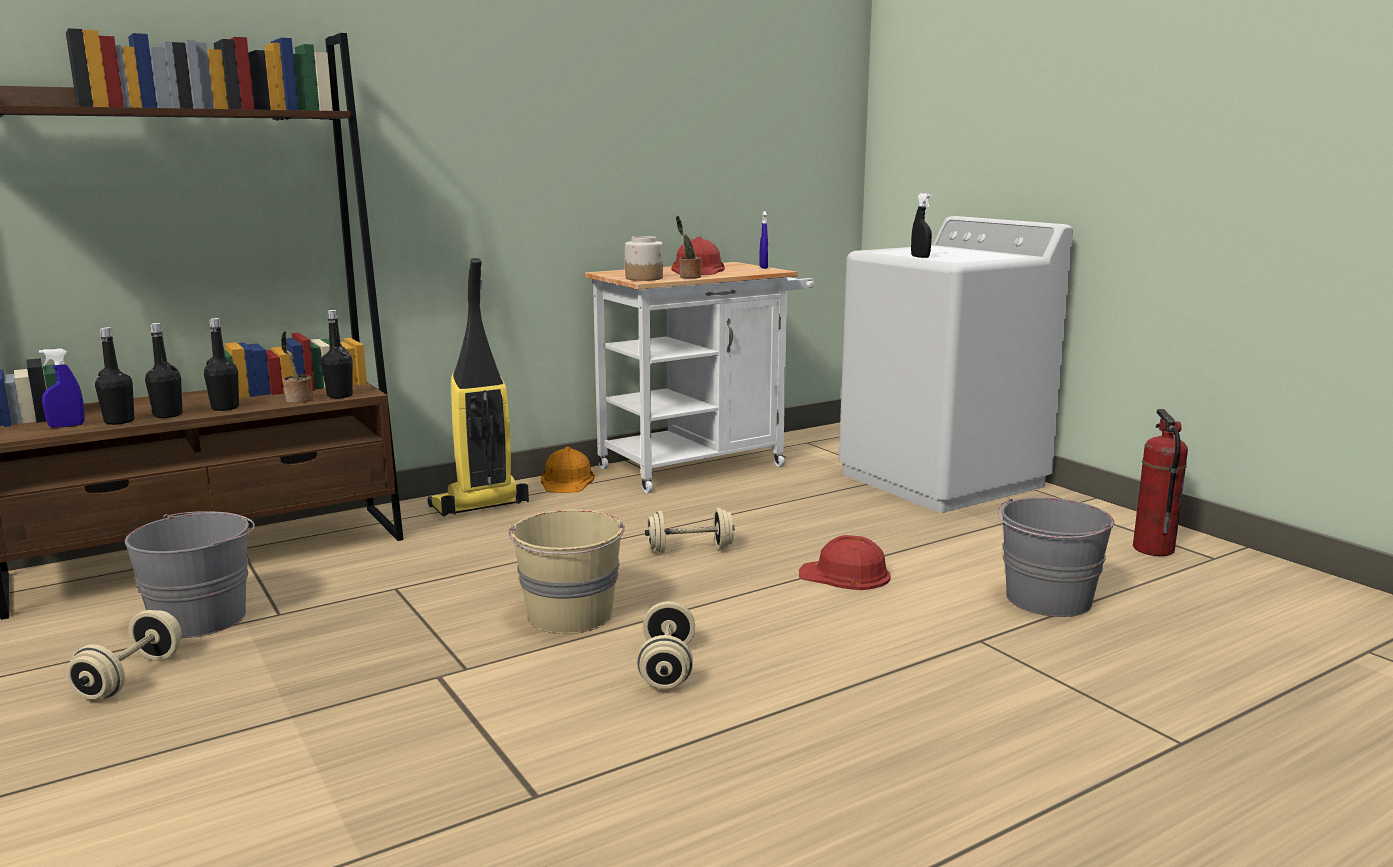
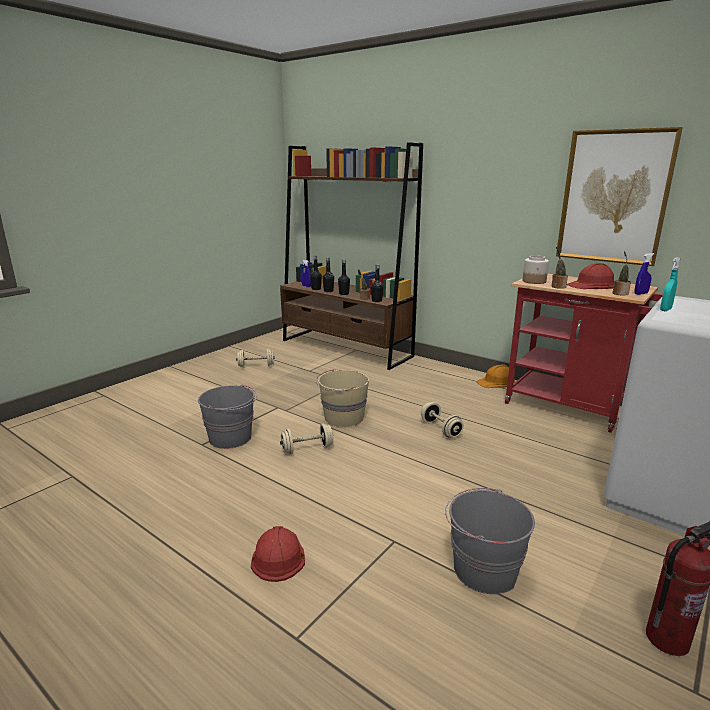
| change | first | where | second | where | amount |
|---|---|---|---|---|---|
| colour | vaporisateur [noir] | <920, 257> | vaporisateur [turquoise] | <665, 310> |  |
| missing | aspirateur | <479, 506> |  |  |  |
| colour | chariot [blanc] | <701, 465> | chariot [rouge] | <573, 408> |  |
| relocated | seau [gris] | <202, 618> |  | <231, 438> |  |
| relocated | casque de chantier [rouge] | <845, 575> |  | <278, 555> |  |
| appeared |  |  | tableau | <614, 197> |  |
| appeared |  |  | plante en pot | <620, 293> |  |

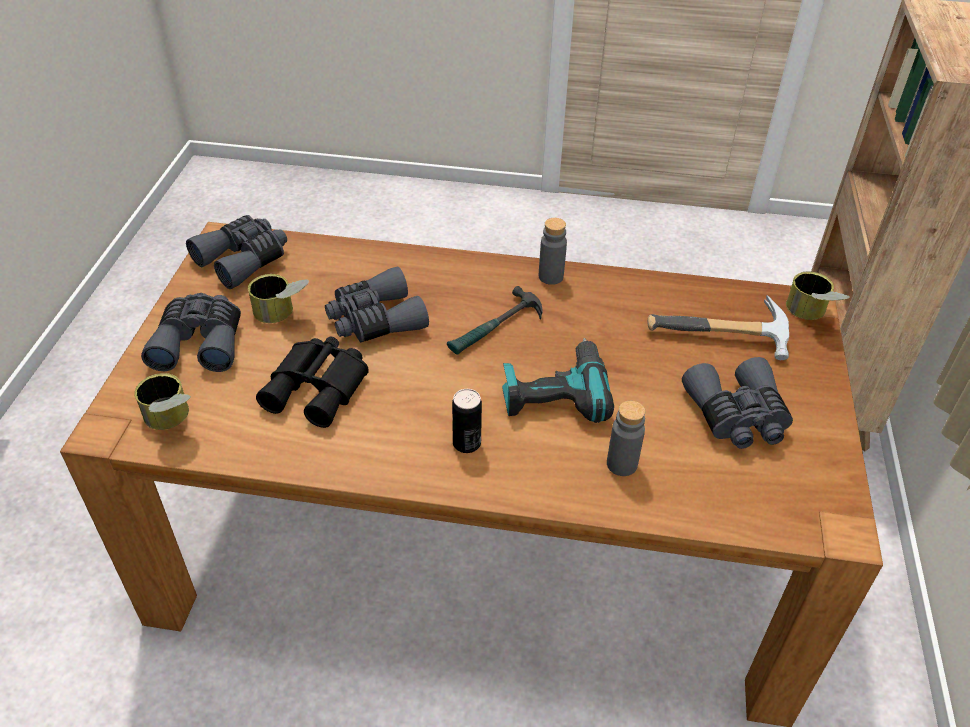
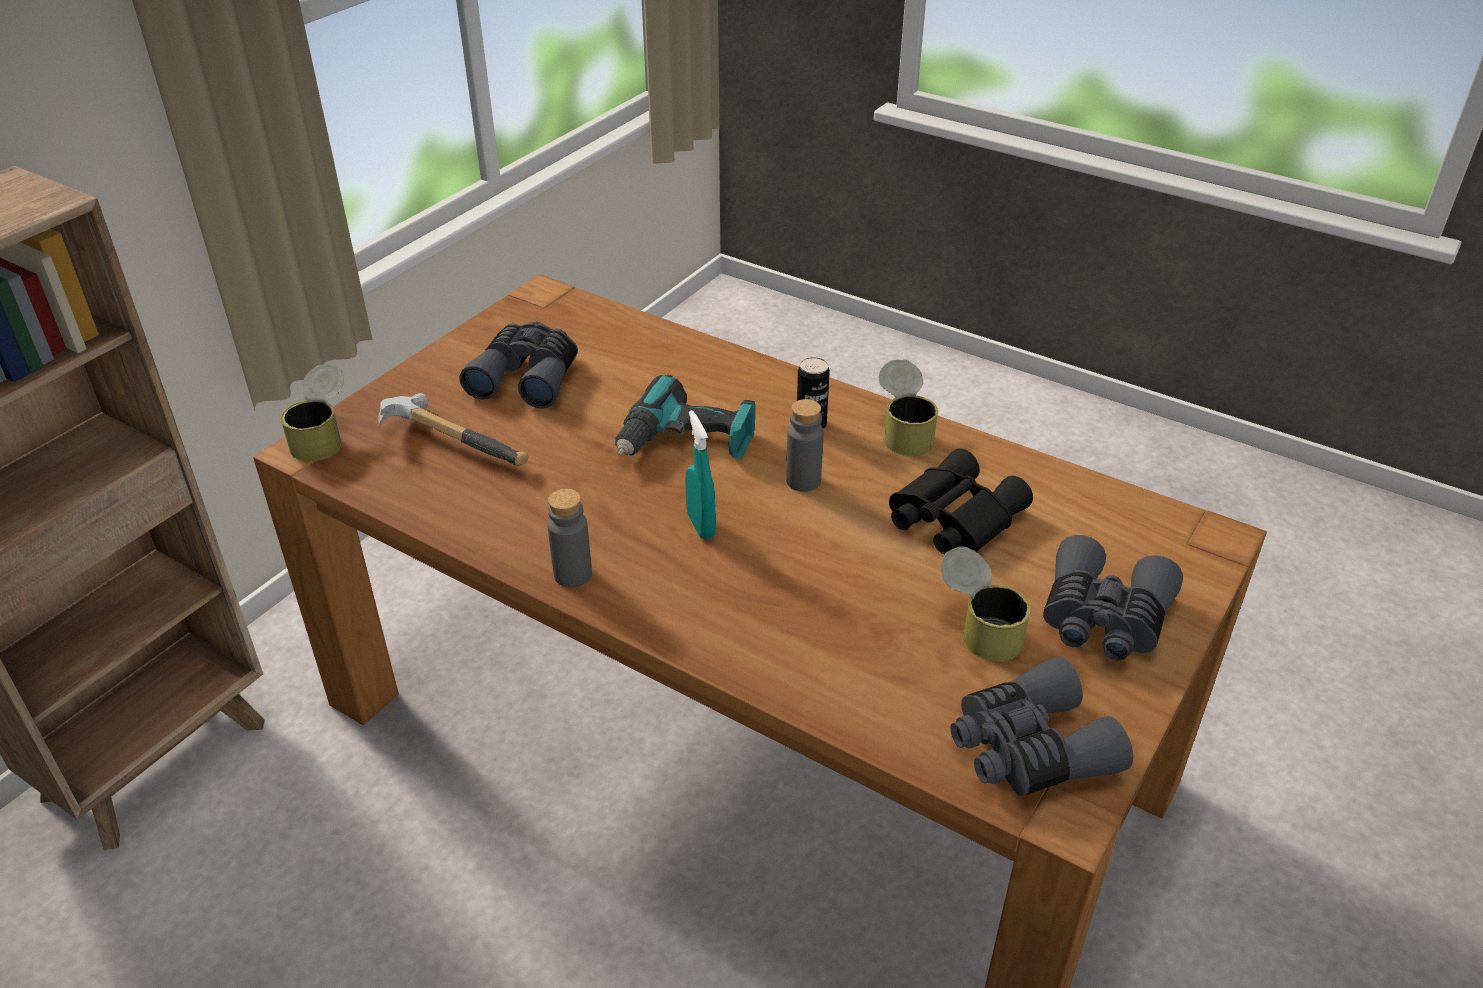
| change | first | where | second | where | amount |
|---|---|---|---|---|---|
| missing | jumelles [gris] | <375, 320> |  |  |  |
| exchanged | marteau | <495, 329> | vaporisateur [turquoise] | <701, 526> |  |
| relocated | boîte métallique | <171, 422> |  | <904, 431> |  |
| relocated | bouteille [gris] | <621, 464> |  | <803, 481> |  |

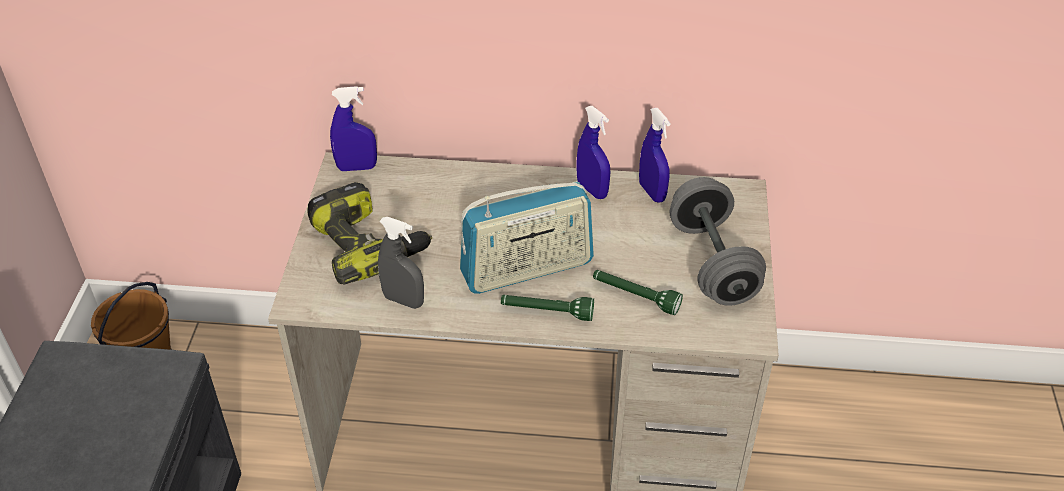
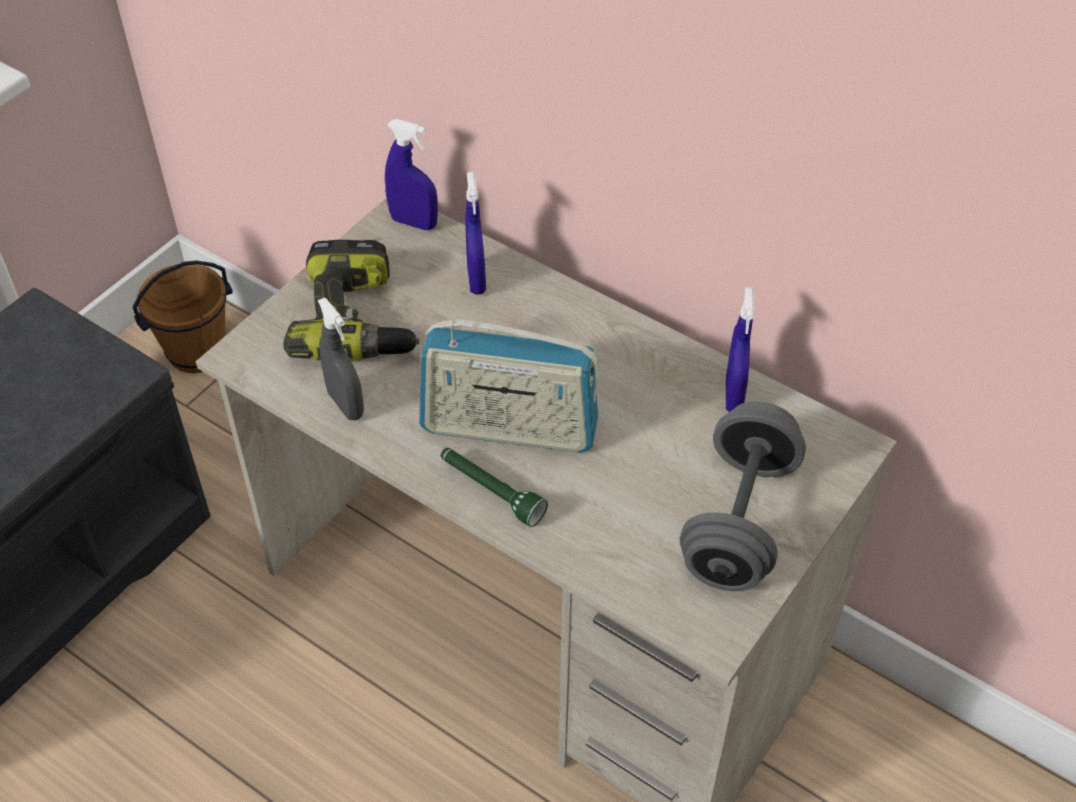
| change | first | where | second | where | amount |
|---|---|---|---|---|---|
| relocated | vaporisateur [bleu] | <592, 190> |  | <476, 279> |  |
| missing | lampe de poche [vert] | <635, 297> |  |  |  |

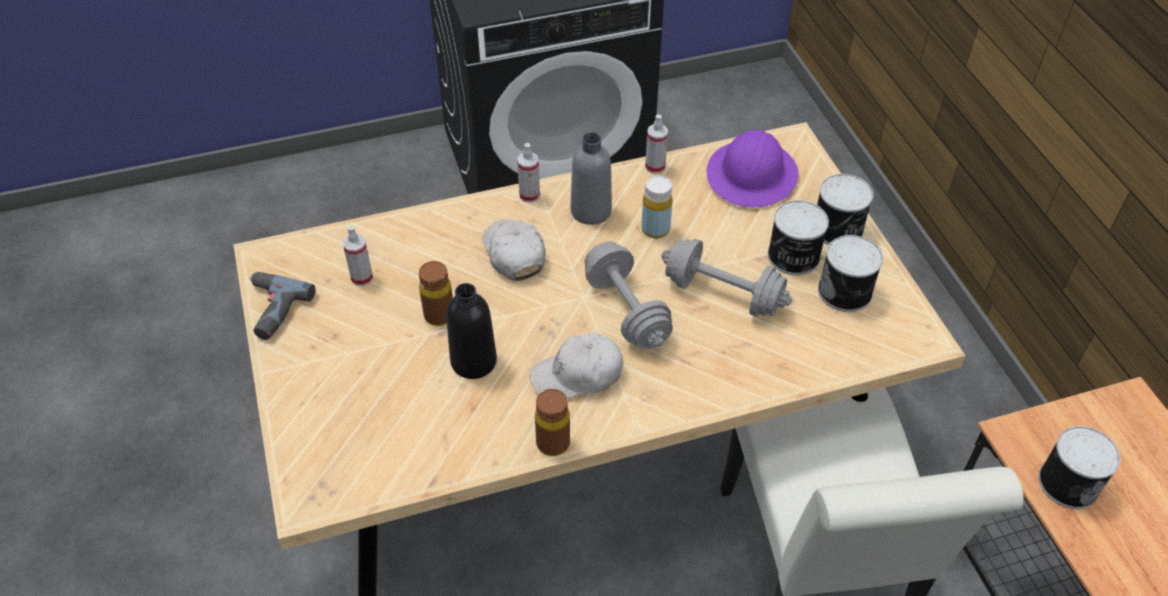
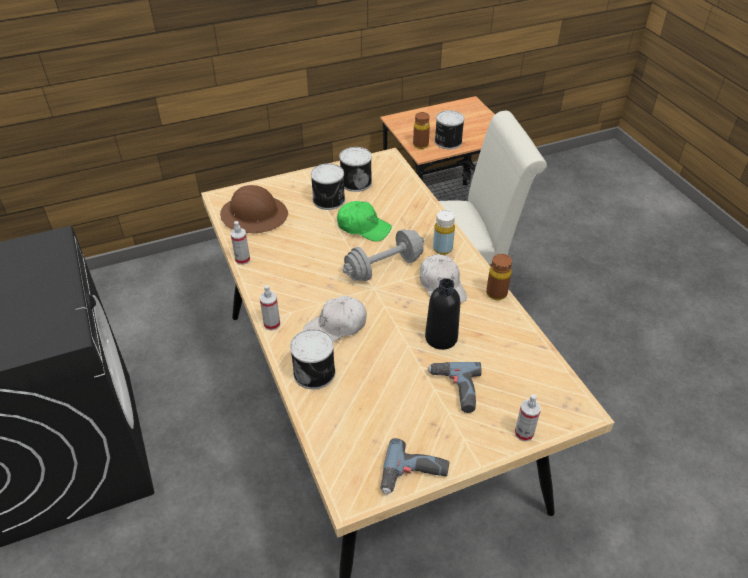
| change | first | where | second | where | amount |
|---|---|---|---|---|---|
| colour | casque de chantier [violet] | <752, 175> | casque de chantier [marron] | <254, 215> |  |
| missing | bouteille [gris] | <591, 211> |  |  |  |
| relocated | boîte métallique | <838, 230> |  | <315, 372> |  |
| relocated | bouteille [jaune] | <655, 229> |  | <442, 249> |  |
| relocated | vaporisateur | <362, 277> |  | <524, 433> |  |
| exchanged | haltère [gris] | <723, 294> | casquette [vert] | <363, 227> |  |
| relocated | bouteille [marron] | <439, 315> |  | <420, 145> |  |
| appeared |  |  | perceuse | <454, 390> |  |

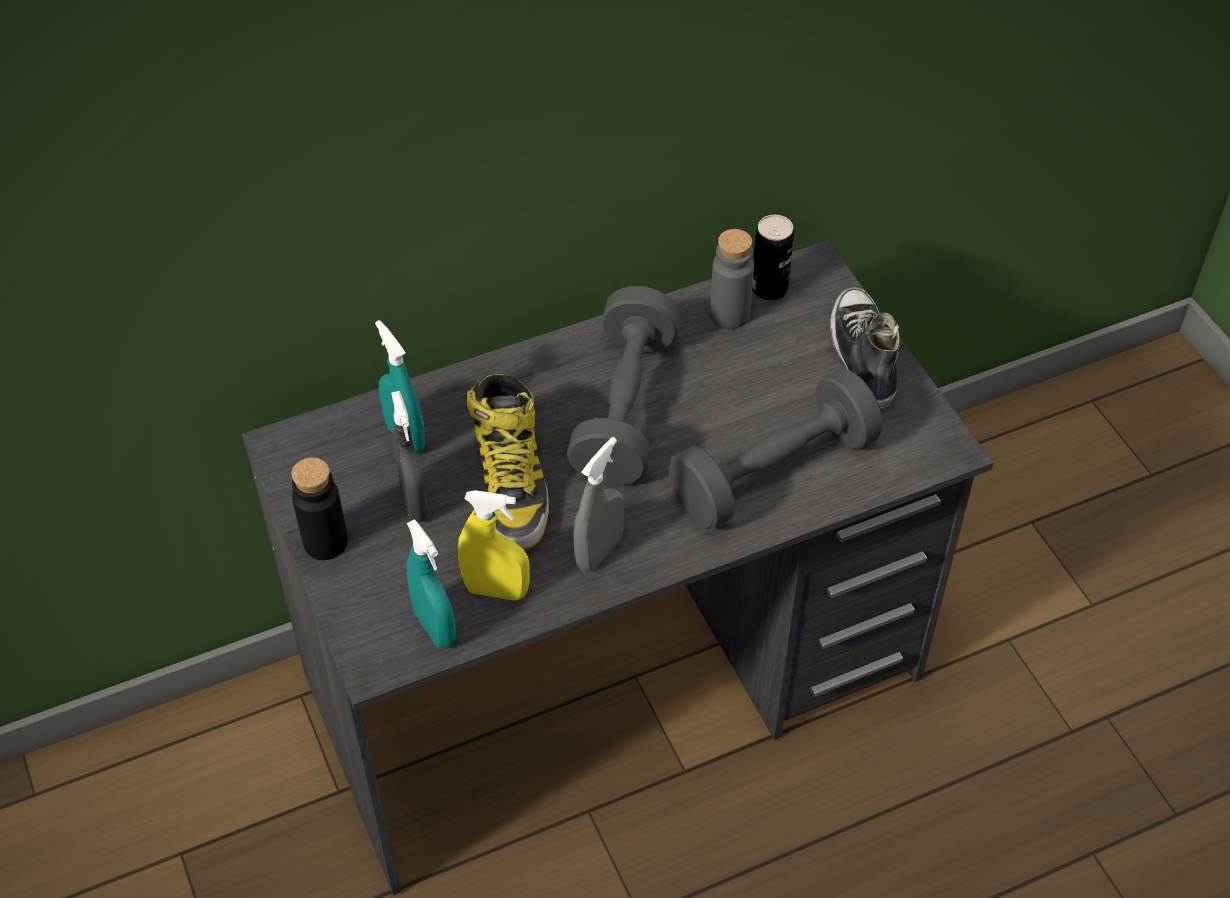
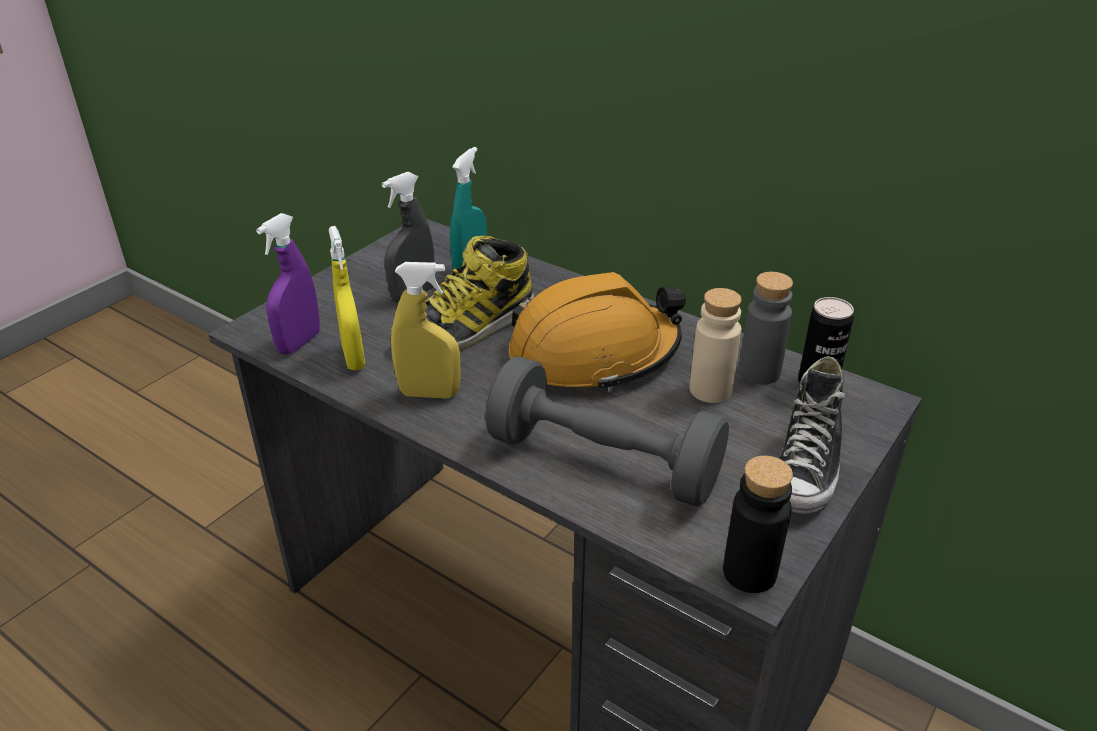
| change | first | where | second | where | amount |
|---|---|---|---|---|---|
| exchanged | haltère [gris] | <625, 409> | casque de chantier [orange] | <593, 354> |  |
| spun | chaussure | <862, 356> |  | <806, 469> | 150 degrees clockwise |
| colour | vaporisateur [gris] | <599, 552> | vaporisateur [jaune] | <429, 393> |  |
| relocated | bouteille [noir] | <325, 542> |  | <749, 572> |  |
| colour | vaporisateur [turquoise] | <434, 627> | vaporisateur [violet] | <299, 343> |  |
| appeared |  |  | bouteille [beige] | <710, 390> |  |

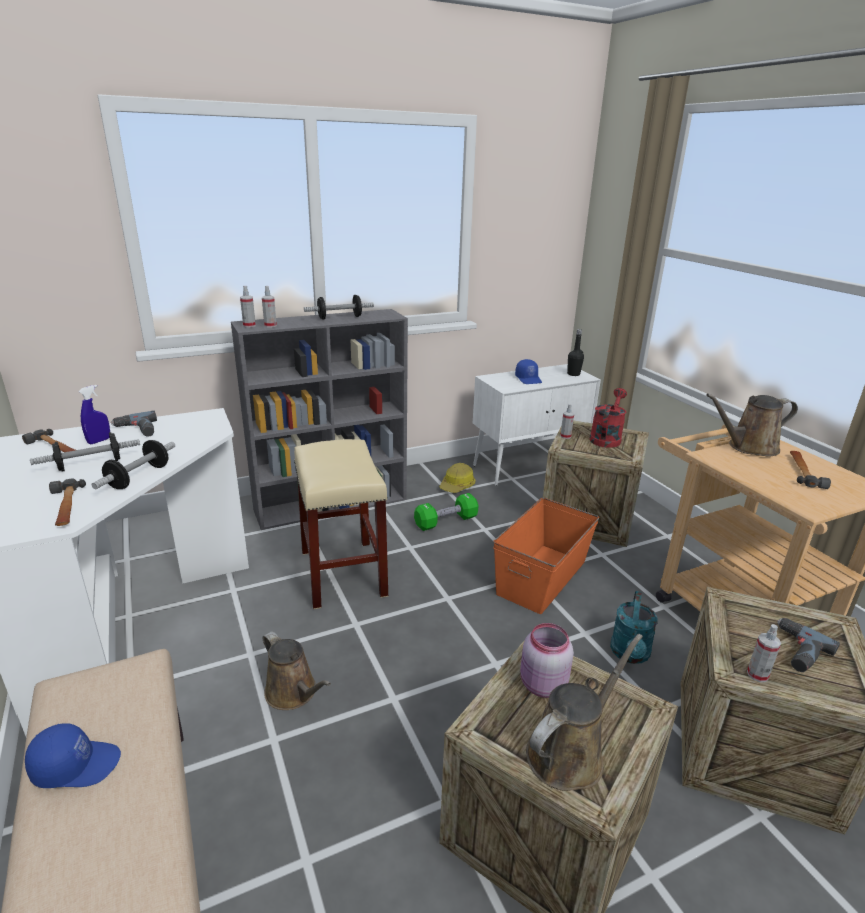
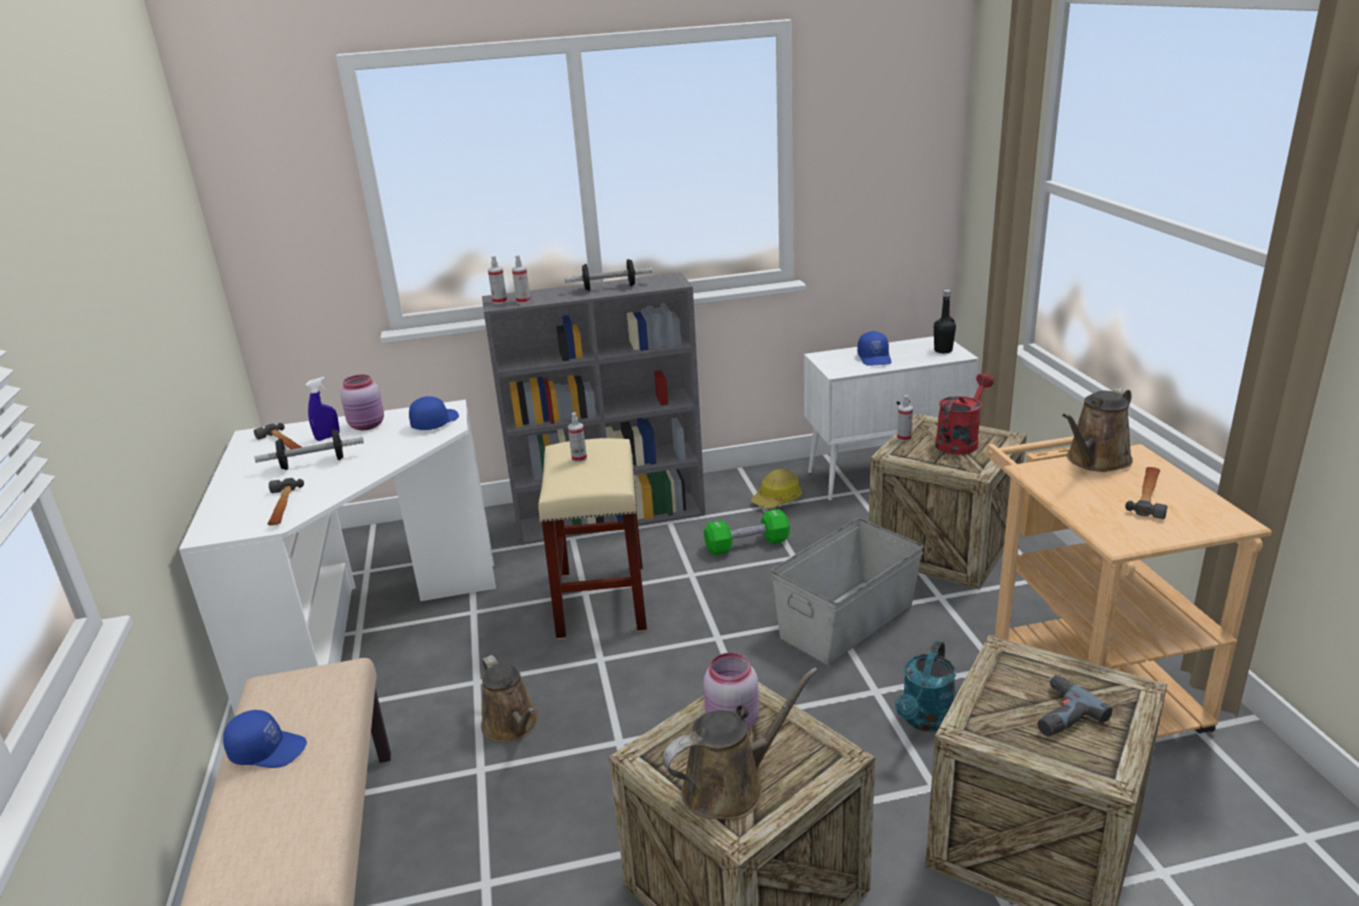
| change | first | where | second | where | amount |
|---|---|---|---|---|---|
| spun | arrosoir [marron] | <749, 447> |  | <1095, 461> | 45 degrees counterclockwise |
| exchanged | perceuse | <137, 430> | bocal [rose] | <368, 425> |  |
| missing | haltère | <139, 477> |  |  |  |
| colour | boîte de rangement [orange] | <543, 577> | boîte de rangement [gris] | <848, 620> |  |
| relocated | vaporisateur | <757, 674> |  | <579, 458> |  |
| appeared |  |  | casquette [bleu] | <434, 422> |  |

